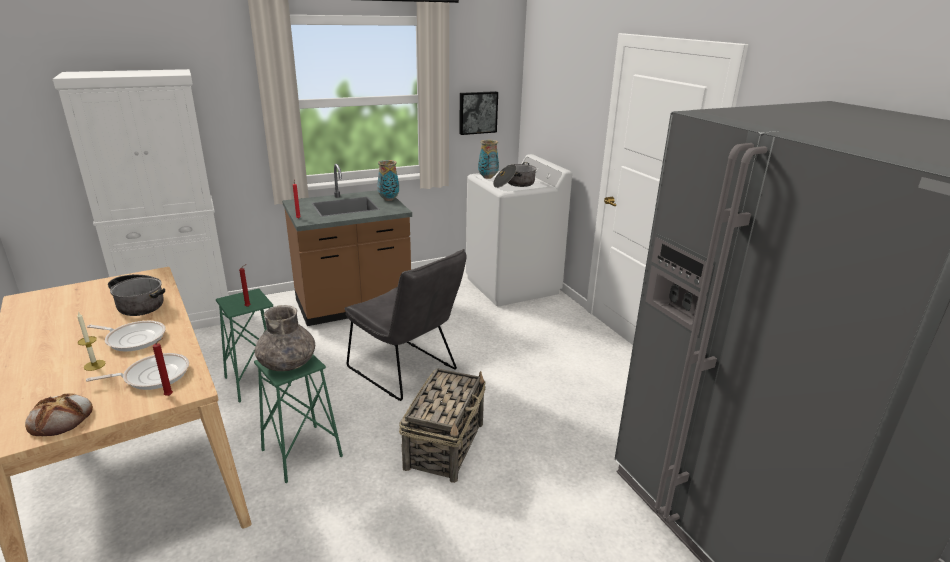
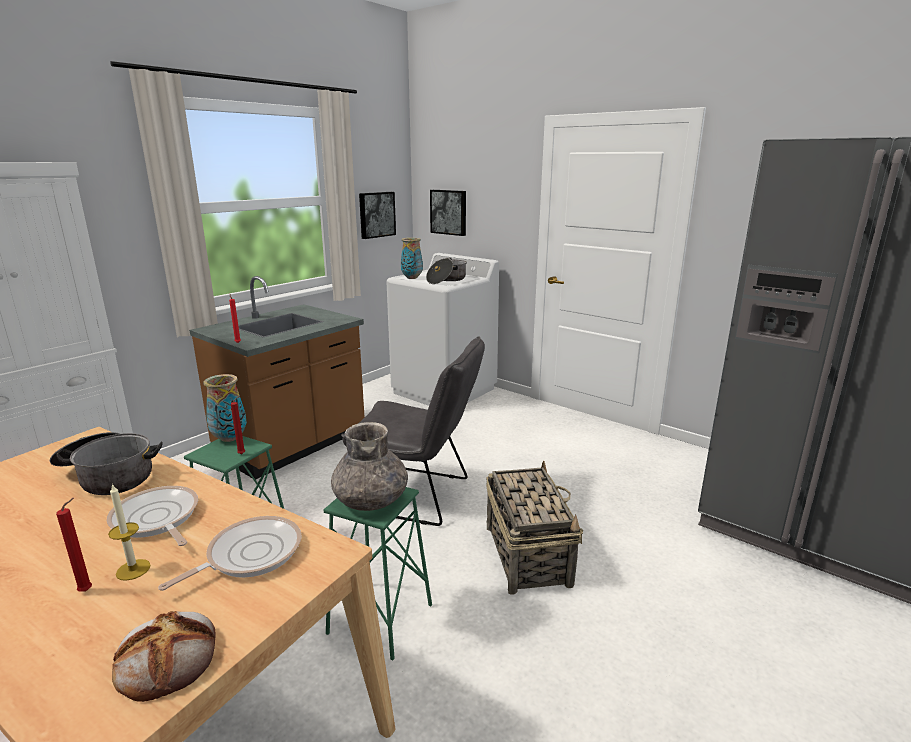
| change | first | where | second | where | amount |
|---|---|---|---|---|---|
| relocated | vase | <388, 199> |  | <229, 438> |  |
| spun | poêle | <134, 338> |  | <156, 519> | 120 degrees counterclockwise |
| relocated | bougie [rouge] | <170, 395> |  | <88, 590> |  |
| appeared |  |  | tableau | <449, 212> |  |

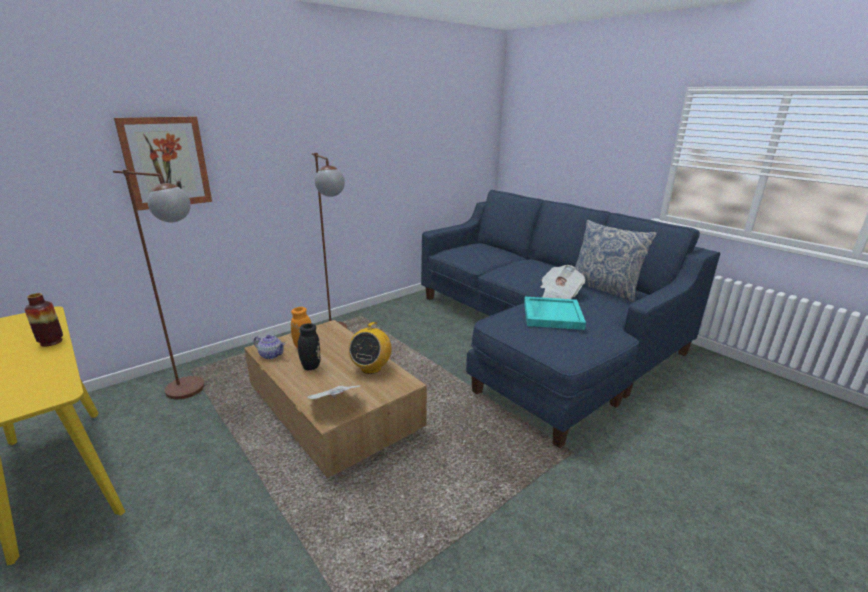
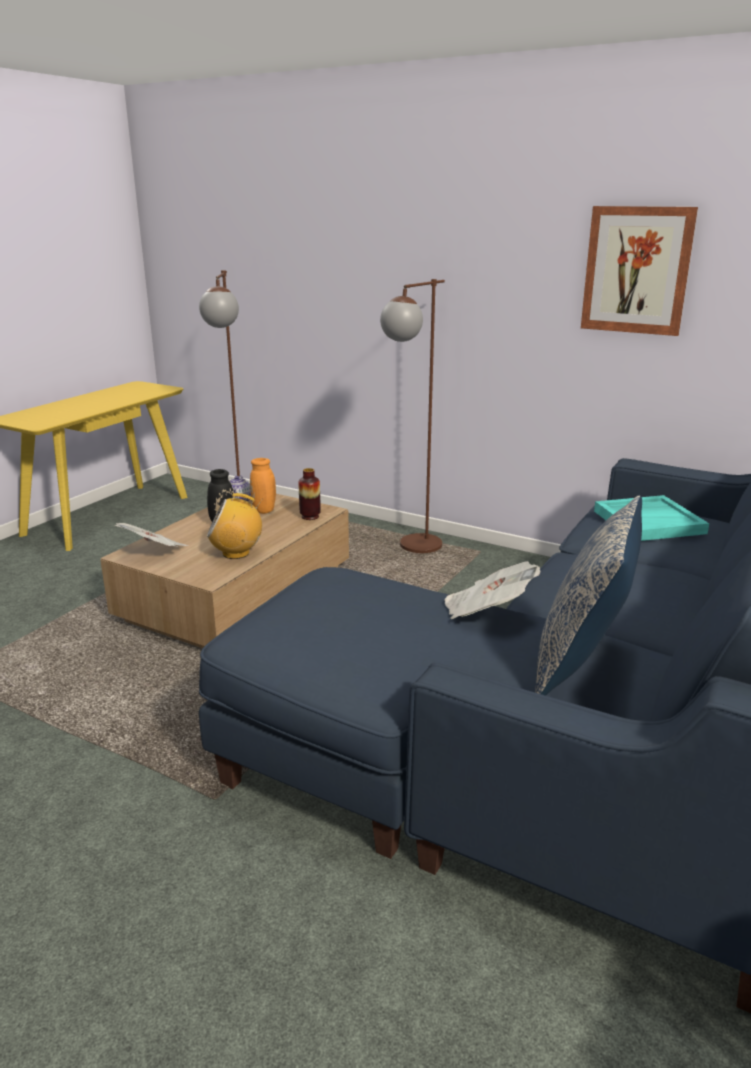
| change | first | where | second | where | amount |
|---|---|---|---|---|---|
| relocated | tableau | <166, 162> |  | <636, 270> |  |
| relocated | vase | <51, 342> |  | <310, 516> |  |
| relocated | plateau [turquoise] | <552, 315> |  | <649, 522> |  |

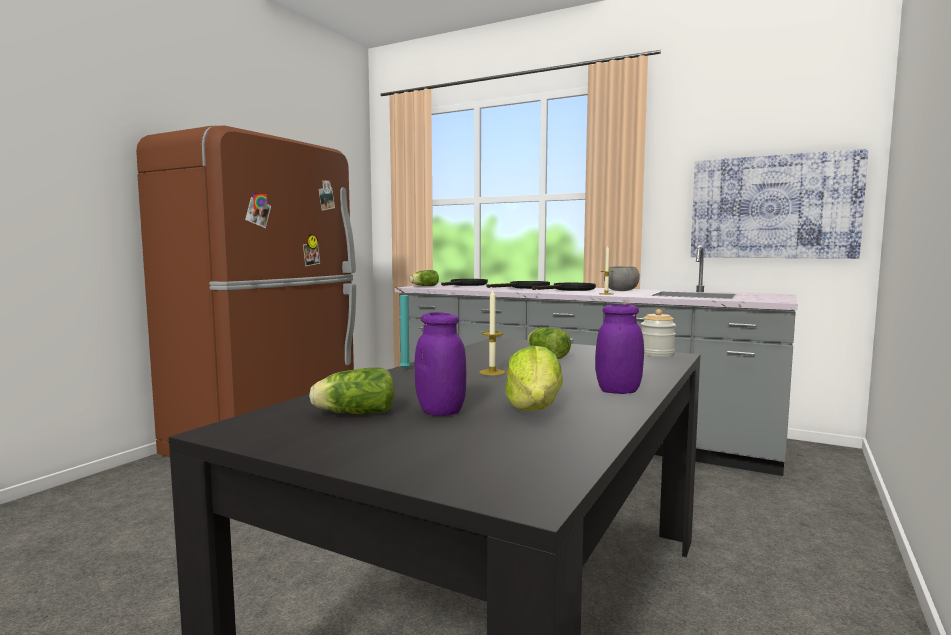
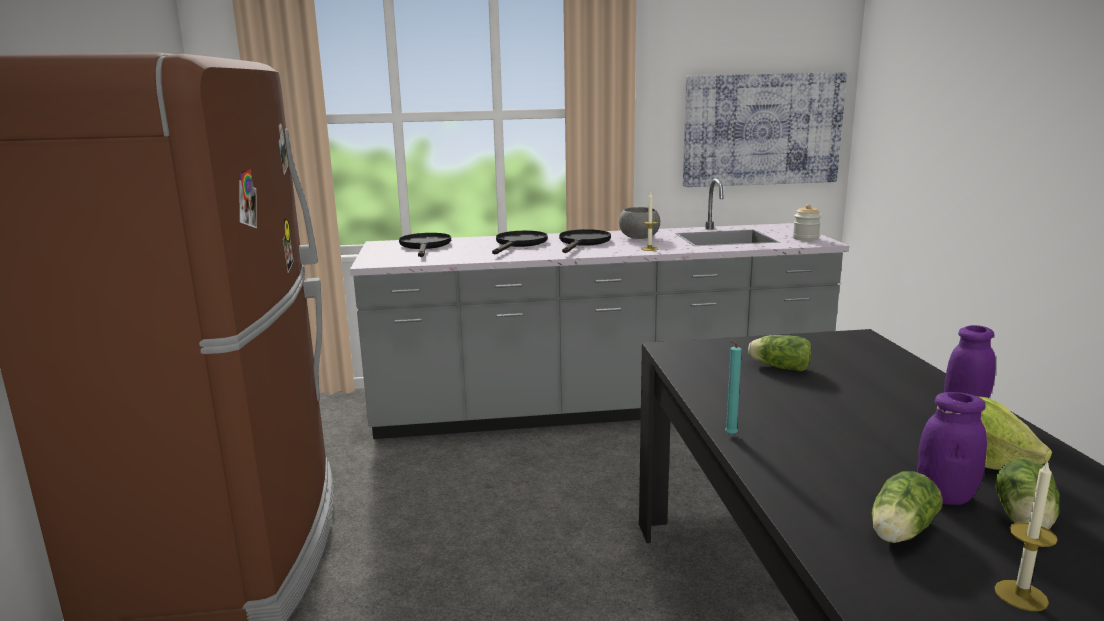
| change | first | where | second | where | amount |
|---|---|---|---|---|---|
| relocated | laitue | <423, 286> |  | <1024, 521> |  |
| relocated | bougie | <492, 372> |  | <1021, 595> |  |
| relocated | bocal | <657, 354> |  | <805, 238> |  |

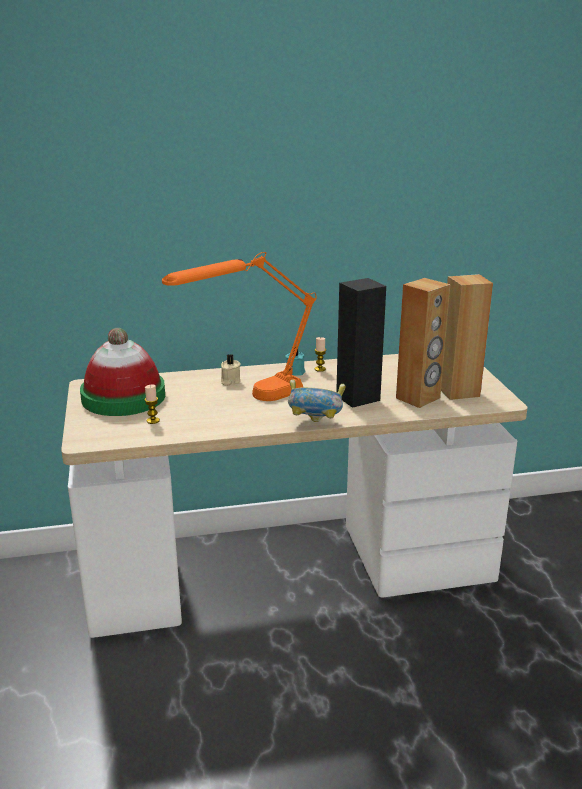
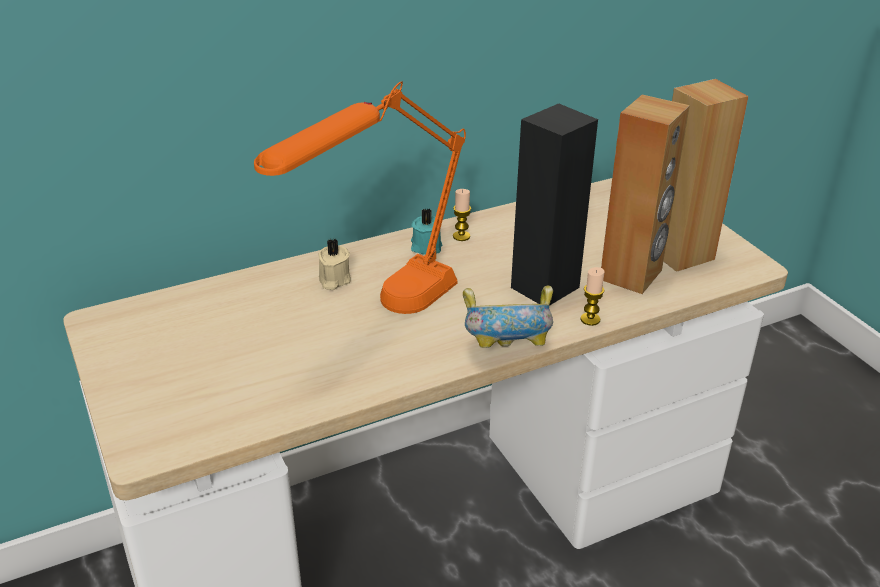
| change | first | where | second | where | amount |
|---|---|---|---|---|---|
| missing | chapeau | <123, 397> |  |  |  |
| relocated | bougie | <153, 421> |  | <590, 319> |  |

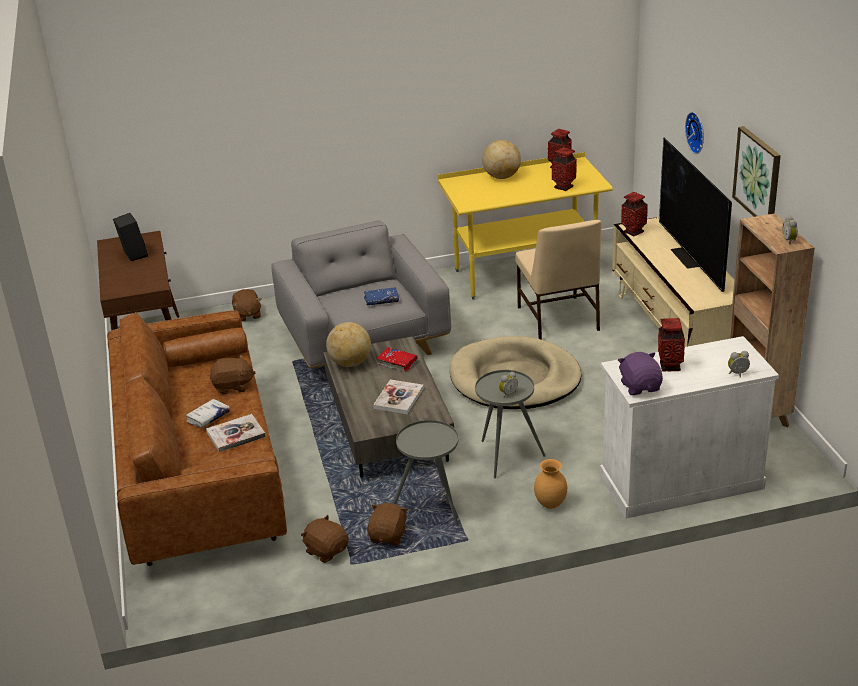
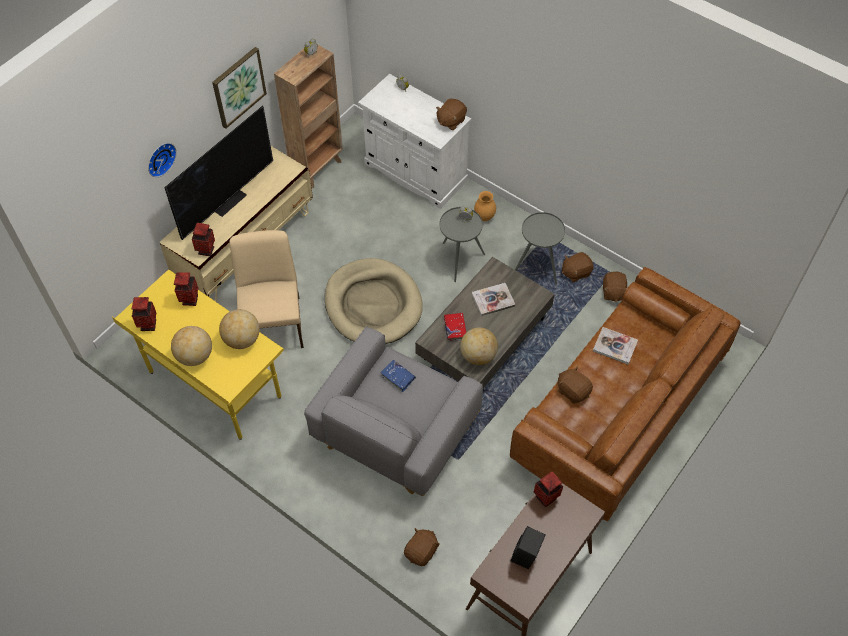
| change | first | where | second | where | amount |
|---|---|---|---|---|---|
| spun | chaise [beige] | <557, 319> |  | <274, 323> | 45 degrees counterclockwise |
| relocated | vase | <670, 366> |  | <546, 497> |  |
| colour | peluche [violet] | <640, 386> | peluche [marron] | <451, 121> |  |
| missing | livre [blanc] | <208, 417> |  |  |  |
| appeared |  |  | globe | <242, 339> |  |

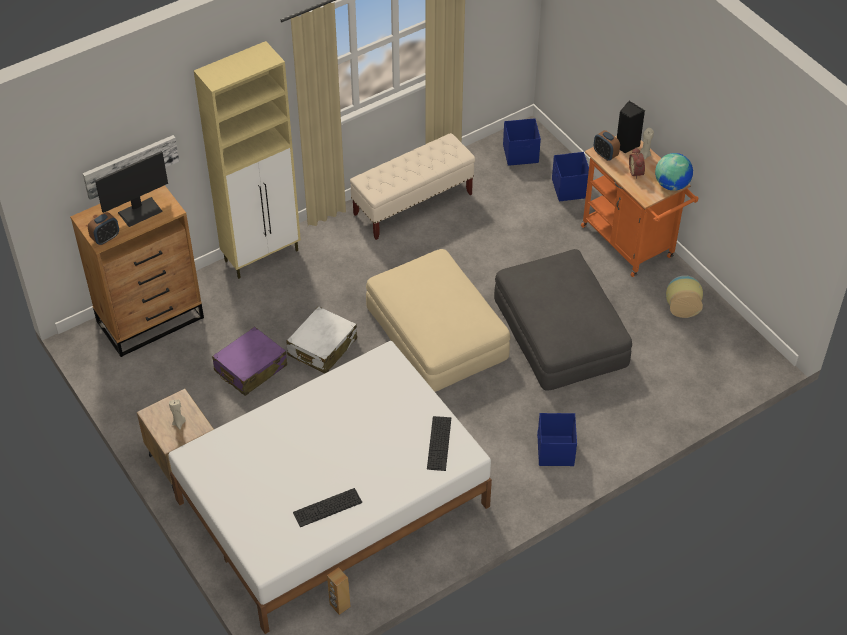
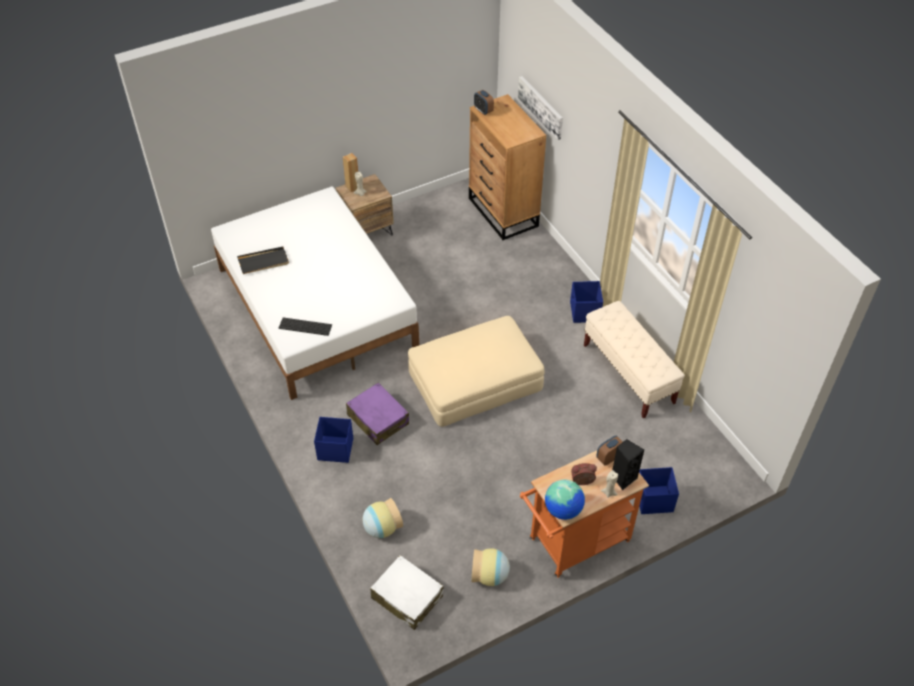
| change | first | where | second | where | amount |
|---|---|---|---|---|---|
| missing | meuble de rangement [beige] | <262, 255> |  |  |  |
| relocated | boîte de rangement [bleu] | <521, 154> |  | <584, 312> |  |
| missing | écran d'ordinateur | <140, 211> |  |  |  |
| missing | pouf [gris] | <560, 331> |  |  |  |
| relocated | valise [blanc] | <322, 347> |  | <407, 597> |  |
| relocated | valise [violet] | <250, 368> |  | <378, 419> |  |
| exchanged | clavier | <327, 507> | plateau [noir] | <263, 262> |  |
| relocated | enceinte [marron] | <339, 606> |  | <352, 187> |  |
| appeared |  |  | vase | <381, 528> |  |

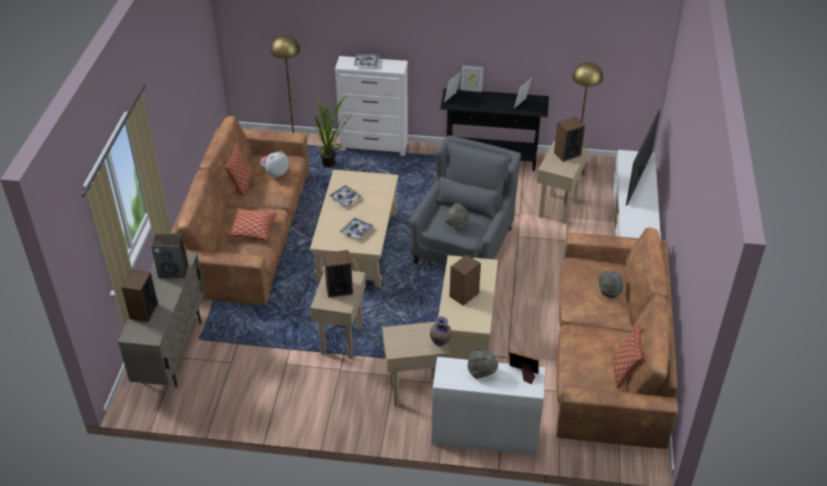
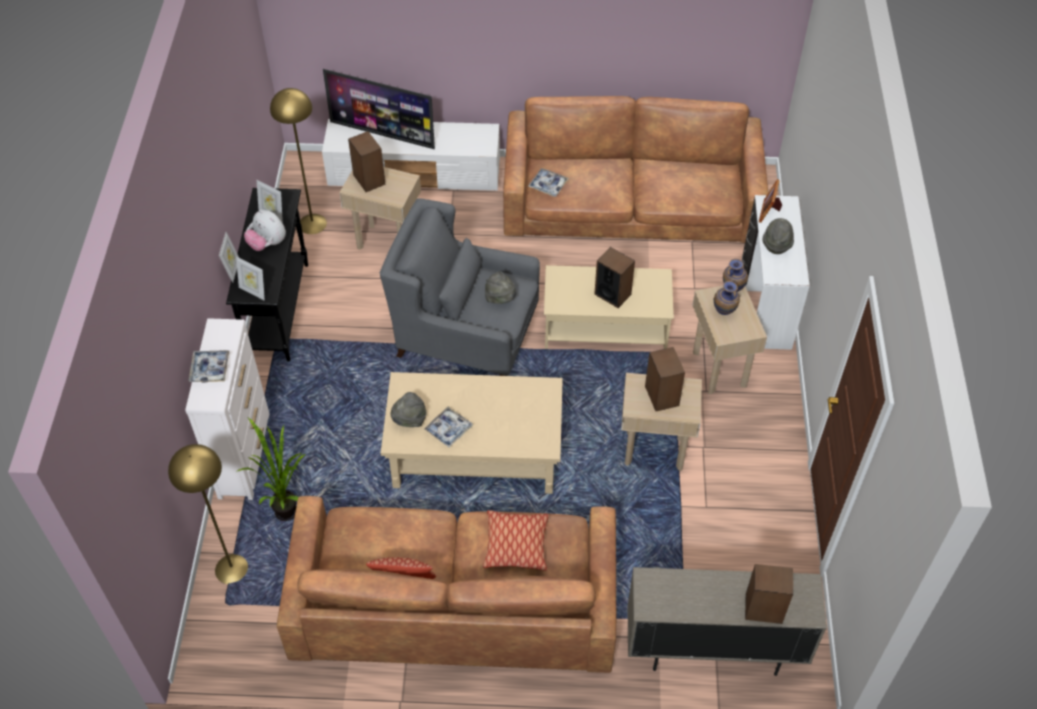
| change | first | where | second | where | amount |
|---|---|---|---|---|---|
| relocated | peluche | <275, 173> |  | <267, 244> |  |
| relocated | plateau | <356, 231> |  | <548, 185> |  |
| missing | enceinte | <173, 271> |  |  |  |
| relocated | chapeau [gris] | <609, 291> |  | <409, 420> |  |
| missing | coussin | <624, 370> |  |  |  |
| appeared |  |  | vase | <724, 312> |  |

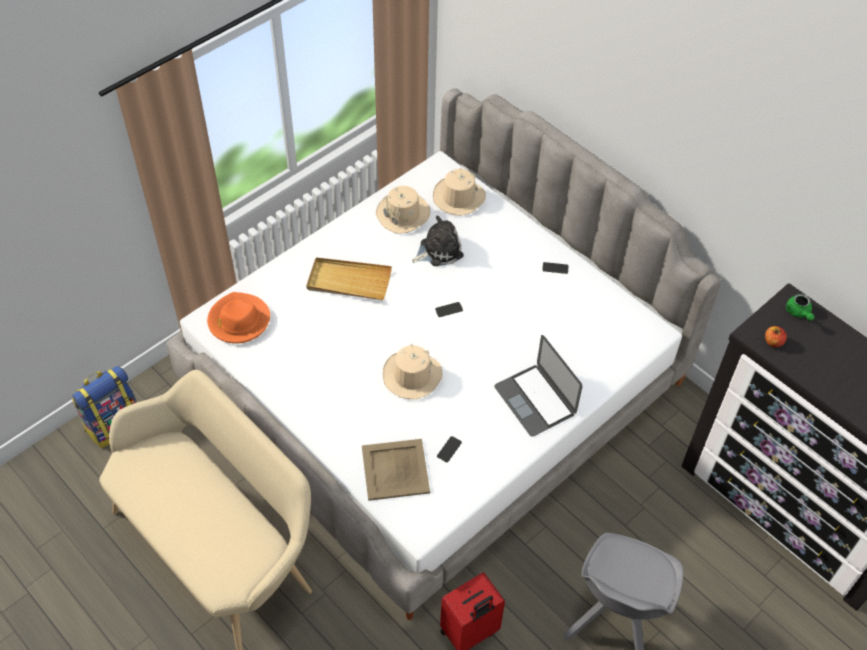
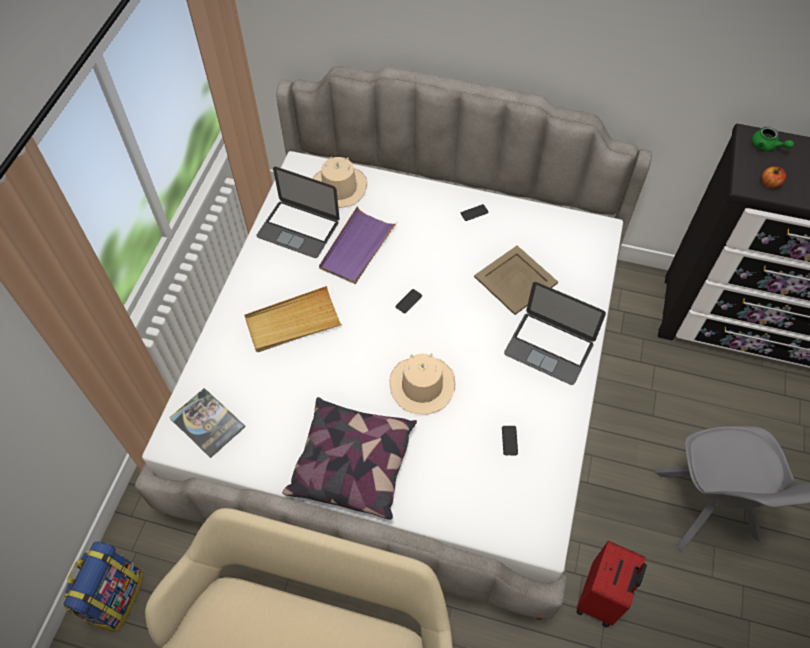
| change | first | where | second | where | amount |
|---|---|---|---|---|---|
| exchanged | chapeau [beige] | <403, 214> | ordinateur portable | <298, 229> |  |
| exchanged | peluche | <438, 250> | plateau [violet] | <357, 248> |  |
| exchanged | chapeau [orange] | <238, 320> | livre | <207, 423> |  |
| relocated | plateau [beige] | <395, 470> |  | <515, 280> |  |
| appeared |  |  | coussin | <352, 463> |  |

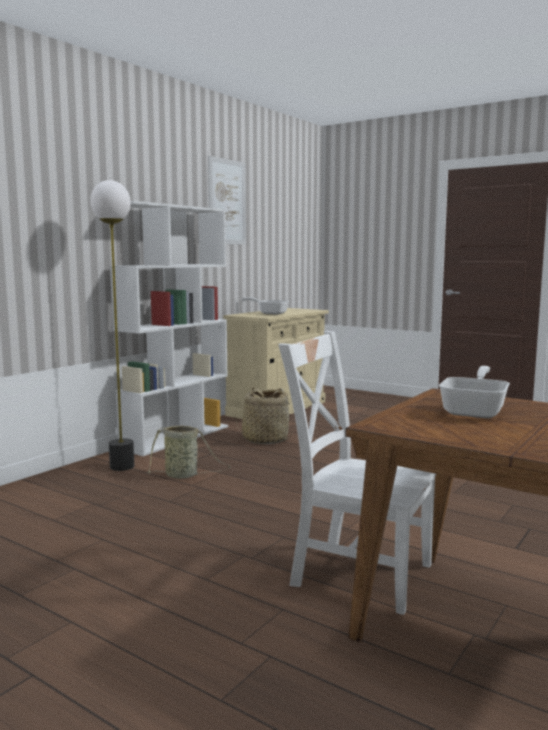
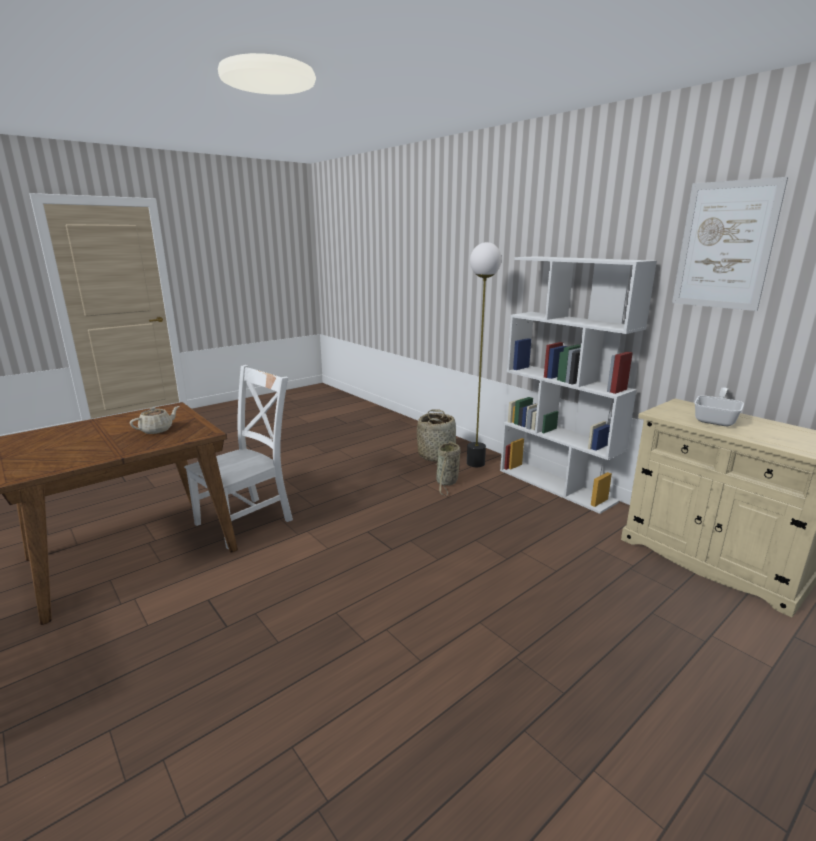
| change | first | where | second | where | amount |
|---|---|---|---|---|---|
| exchanged | poêle | <475, 410> | théière [beige] | <157, 430> |  |
| relocated | panier | <265, 439> |  | <436, 455> |  |

